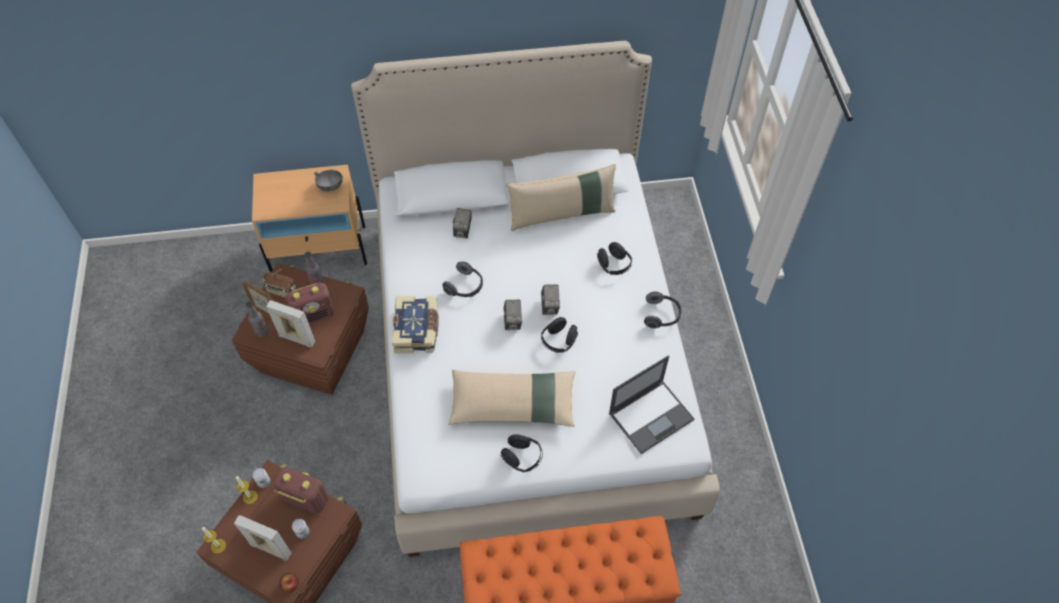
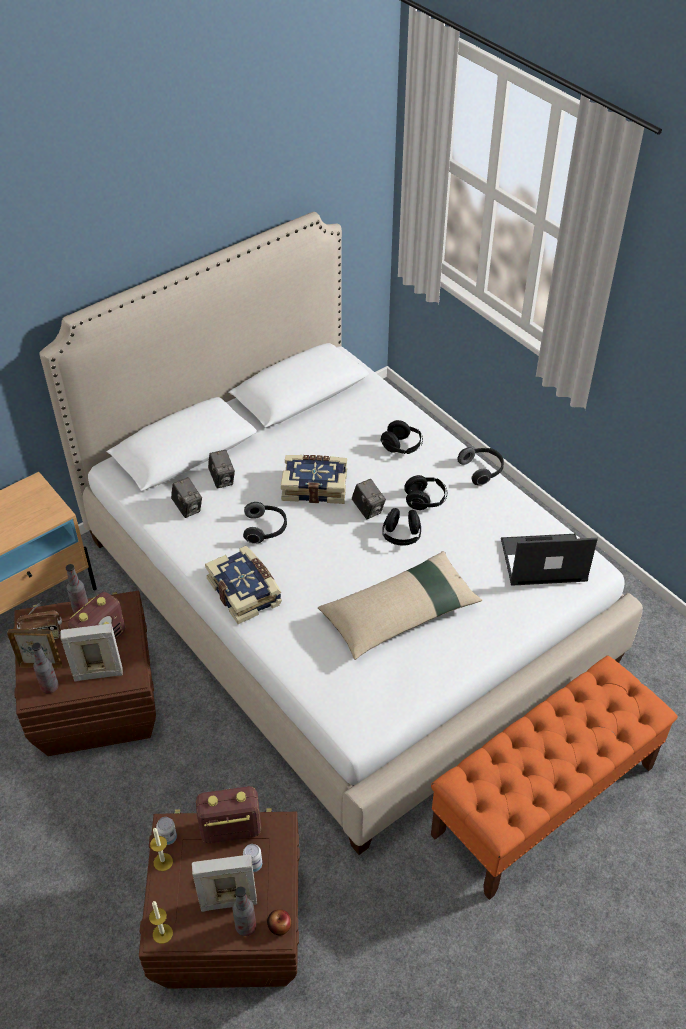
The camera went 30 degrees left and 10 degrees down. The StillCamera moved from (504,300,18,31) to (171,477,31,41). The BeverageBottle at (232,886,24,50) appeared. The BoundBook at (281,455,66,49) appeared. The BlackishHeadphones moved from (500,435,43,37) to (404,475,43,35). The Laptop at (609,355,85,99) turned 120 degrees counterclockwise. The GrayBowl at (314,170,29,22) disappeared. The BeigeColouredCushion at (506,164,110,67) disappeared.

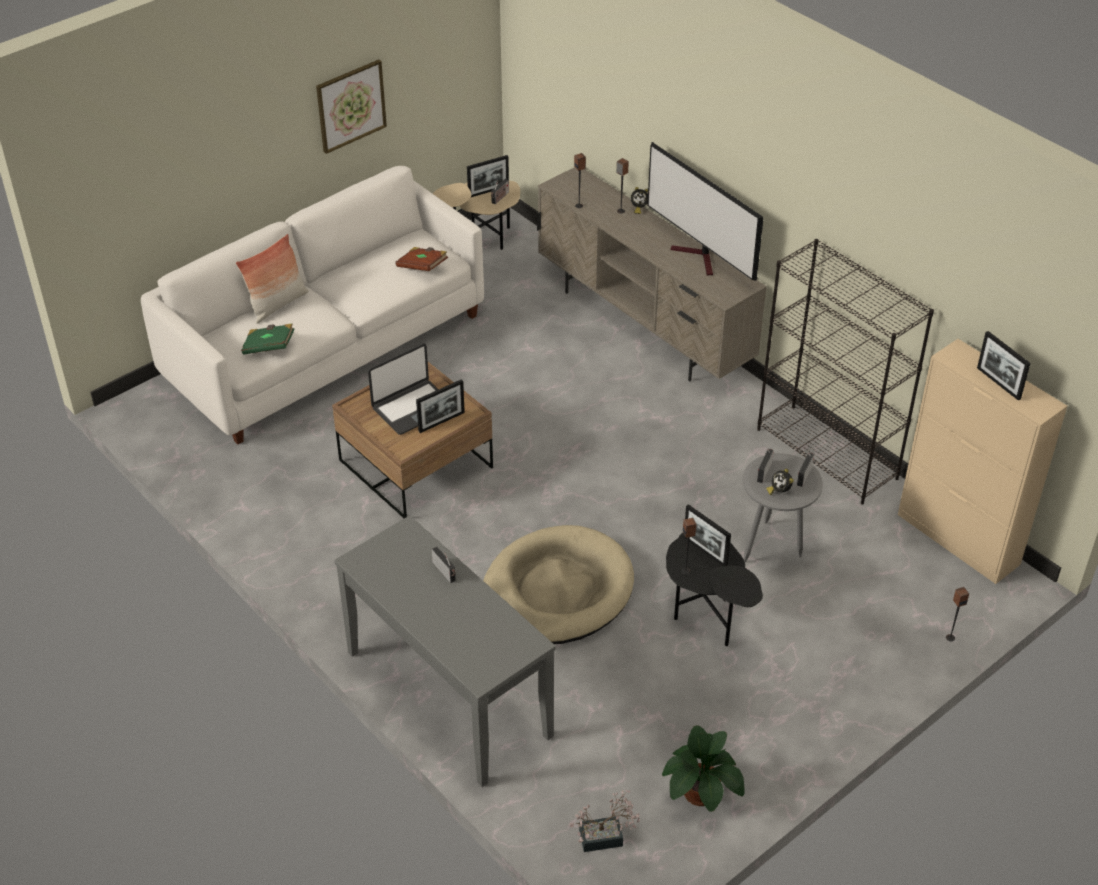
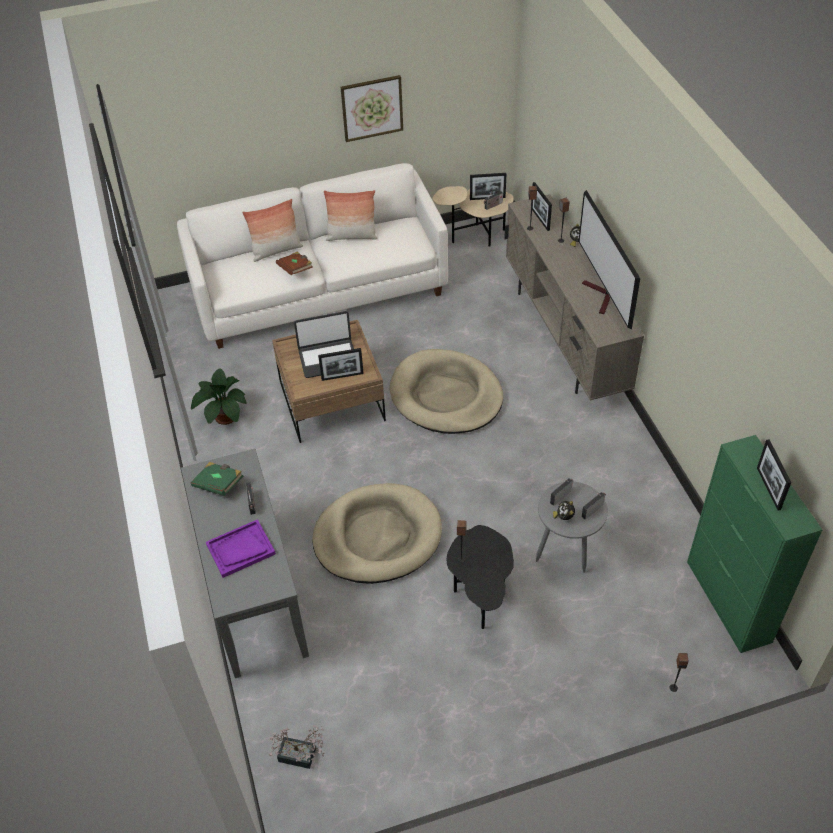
The camera went 25 degrees right and 5 degrees up. The PlantInAPot moved from (662,725,83,87) to (191,368,56,57). The GreenColouredBoundBook moved from (241,323,54,31) to (191,462,52,34). The PurplishServingTray at (206,519,70,59) appeared. The BrownColouredBoundBook moved from (395,247,53,24) to (276,252,37,23). The Cushion at (324,190,54,51) appeared. The BeigeColouredDogBed at (390,349,113,85) appeared. The PictureFrame moved from (684,504,47,62) to (532,182,20,49). The BeigeColouredCabinet at (898,339,169,245) became the GreenColouredCabinet at (687,435,135,218). The BlackishShelvingUnit at (757,239,177,266) disappeared.

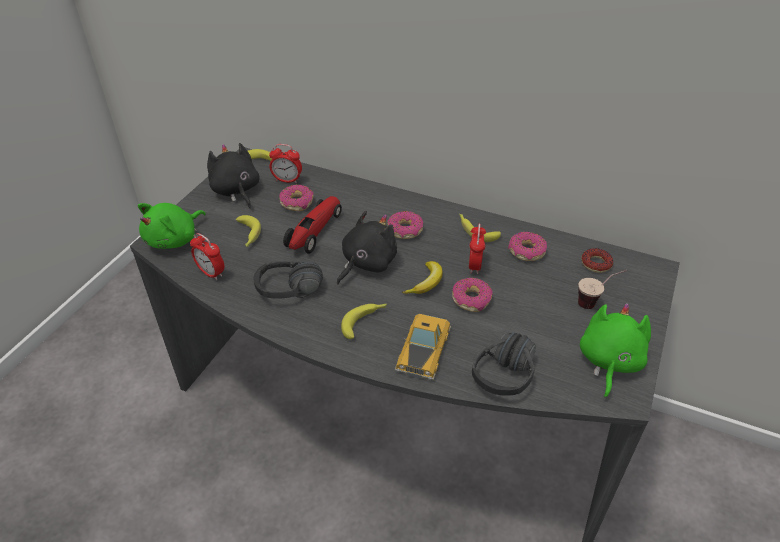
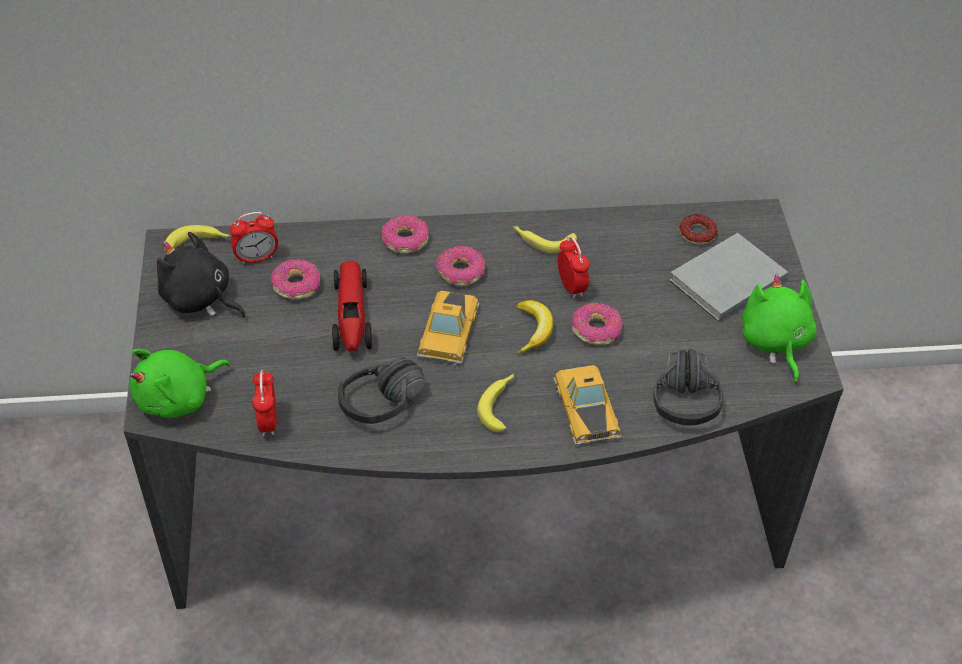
The camera went 30 degrees left and 5 degrees up. The GreenColouredSoftToy at (138,203,67,46) turned 45 degrees clockwise. The BedsideClock at (190,233,34,47) turned 75 degrees clockwise. The Donut moved from (508,232,39,29) to (382,215,47,39). The BlackishSoftToy at (337,211,60,73) was replaced by the ModelCar at (417,290,63,76). The DrinkingCup at (578,270,49,39) was replaced by the GrayBoundBook at (669,233,119,89). The WholeBanana at (236,215,25,32) disappeared.

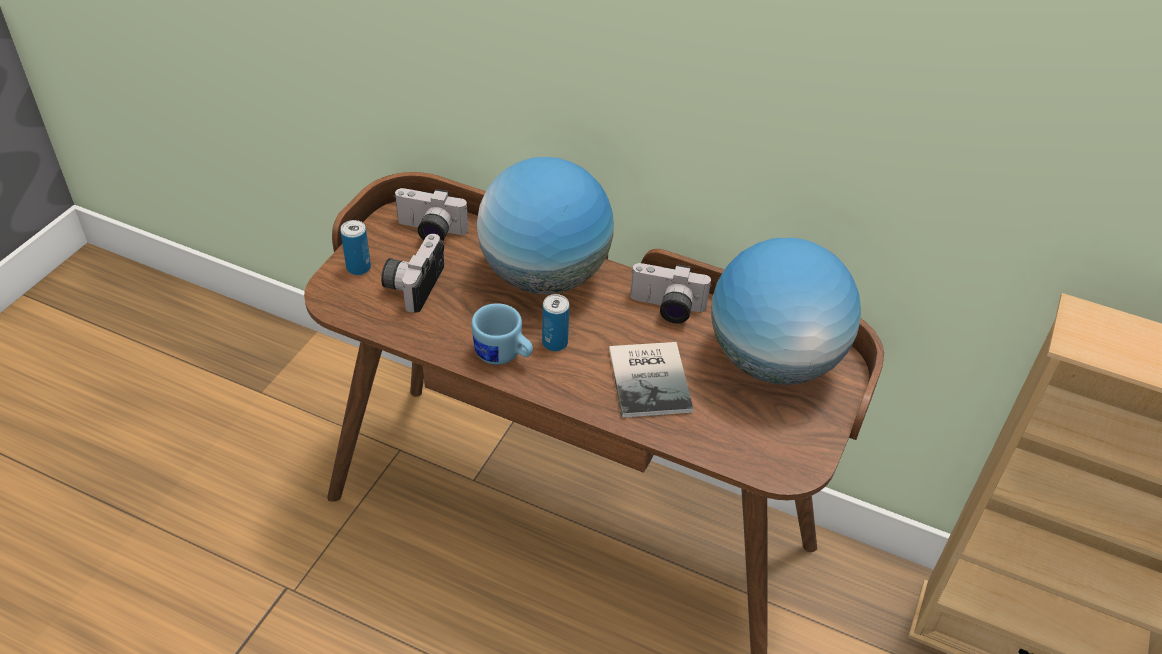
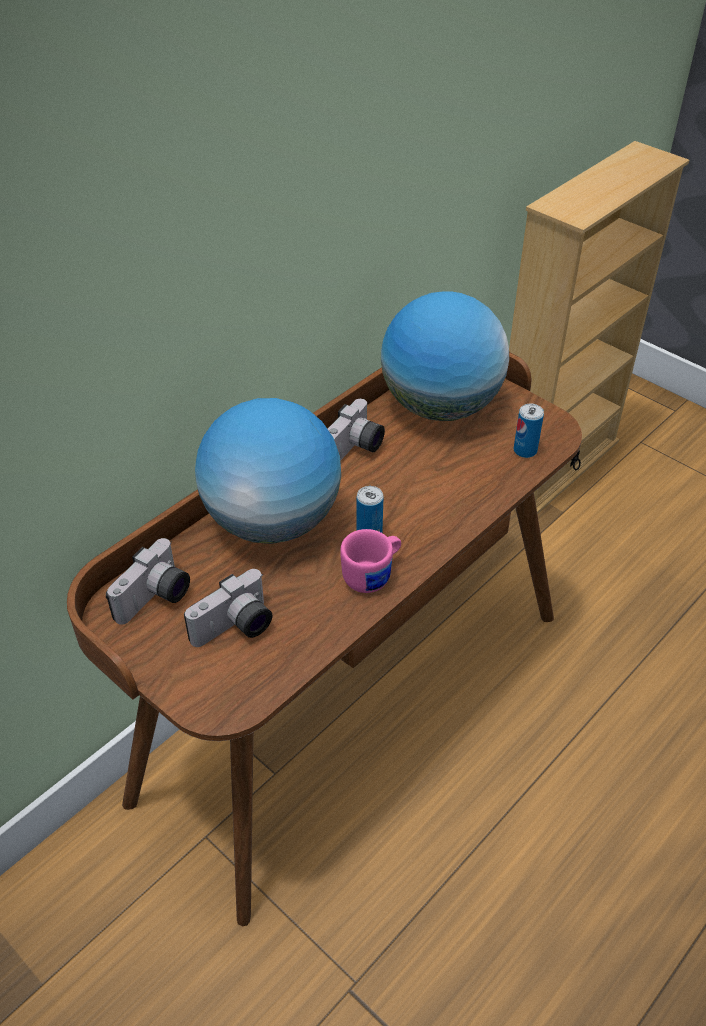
The camera went 70 degrees left and 0 degrees up. The StillCamera at (381,234,63,79) turned 75 degrees counterclockwise. The BlueColouredCoffeeMug at (471,303,62,62) became the PinkColouredCoffeeMug at (340,529,61,64). The SealedCan moved from (340,220,31,55) to (514,404,30,54). The BoundBook at (609,342,84,76) disappeared.

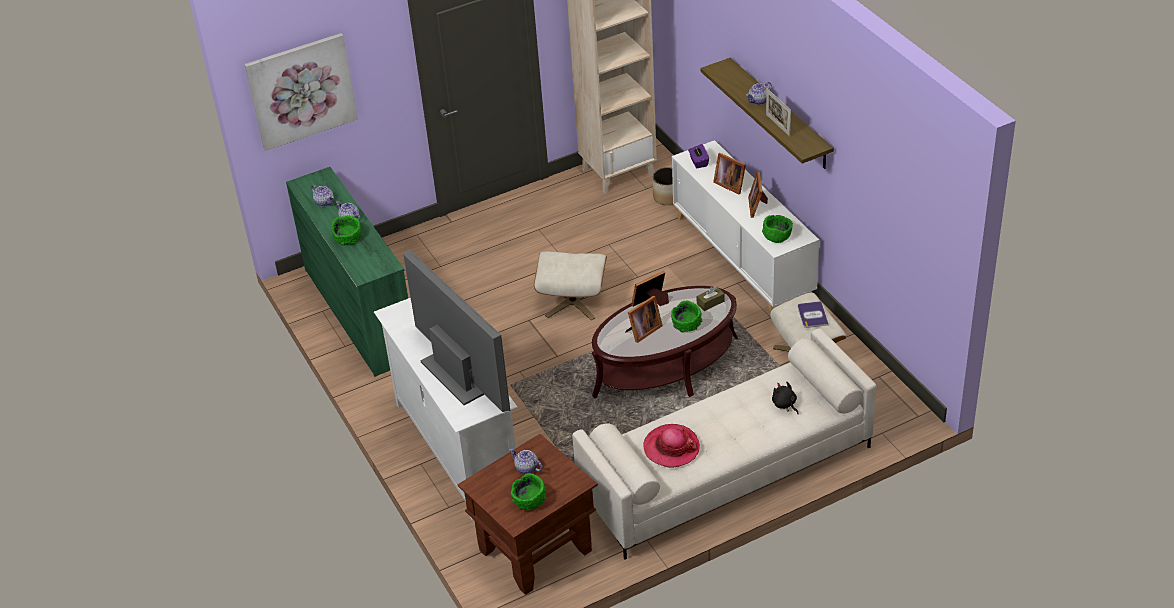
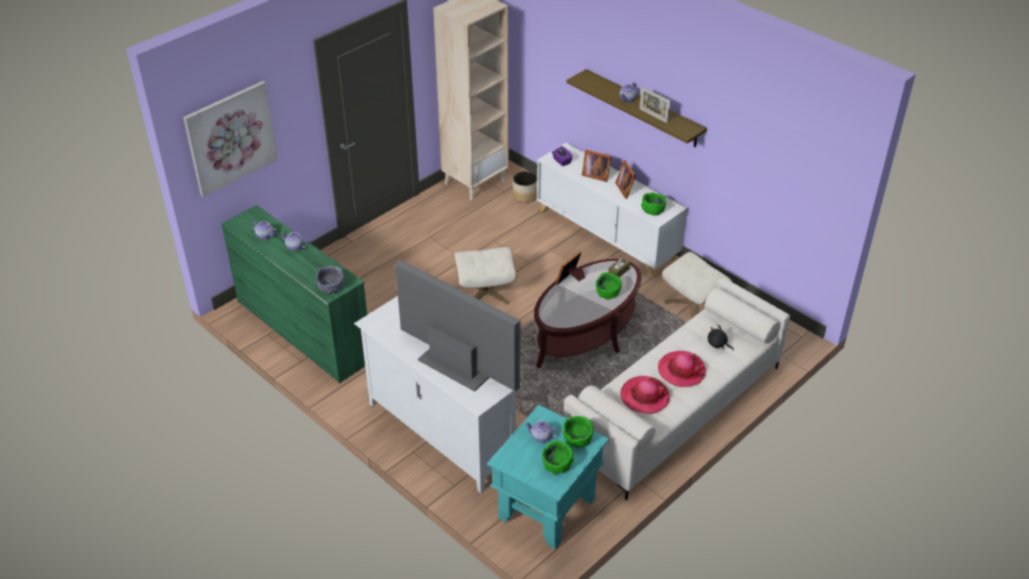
The camera went 20 degrees left and 0 degrees up. The GrayBowl at (316,266,28,28) appeared. The BrownColouredSideTable at (457,434,141,161) became the BlueGreenSideTable at (487,405,122,144). The GreenColouredBowl moved from (331,216,30,30) to (563,416,30,32). The WearableHat at (658,351,48,36) appeared. The PictureFrame at (625,296,38,47) disappeared. The BoundBook at (798,301,31,27) disappeared.

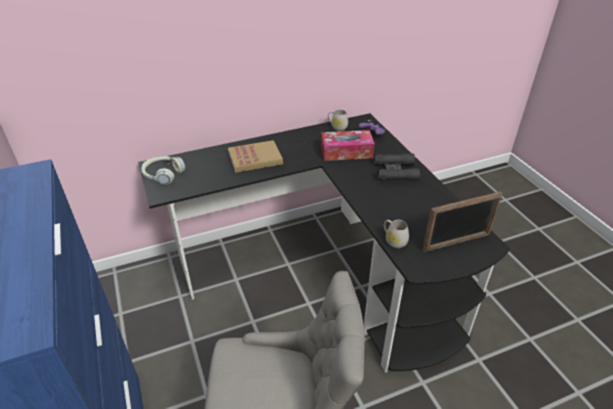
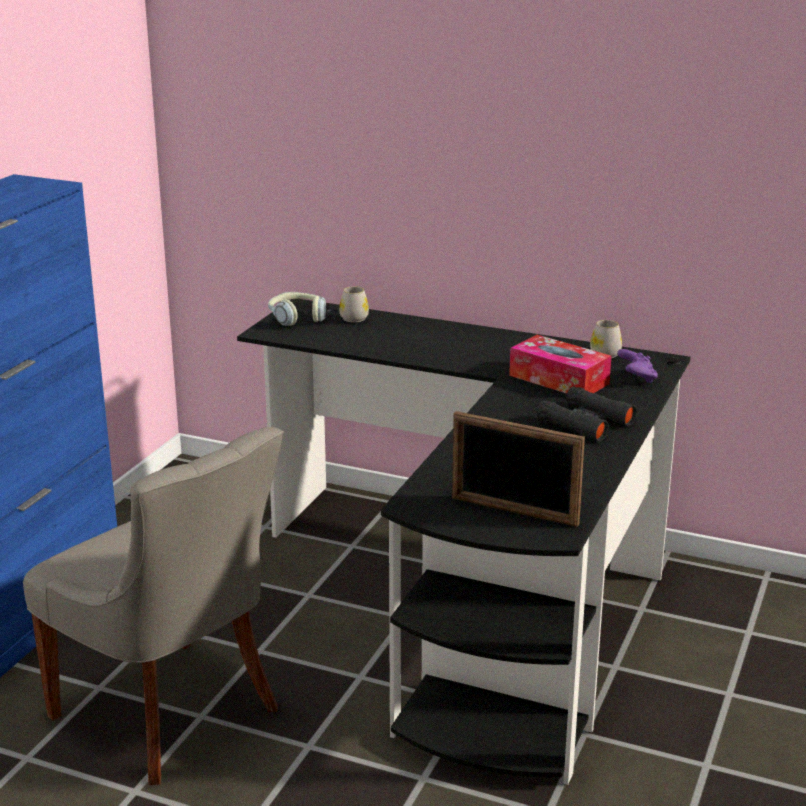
The camera went 45 degrees right and 15 degrees down. The WhiteCoffeeMug moved from (384,220,25,28) to (339,286,30,36). The BoundBook at (228,140,55,33) disappeared.

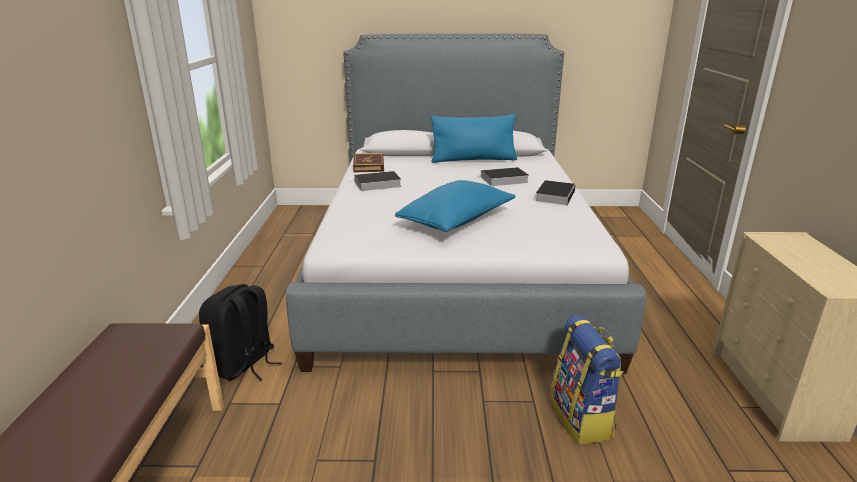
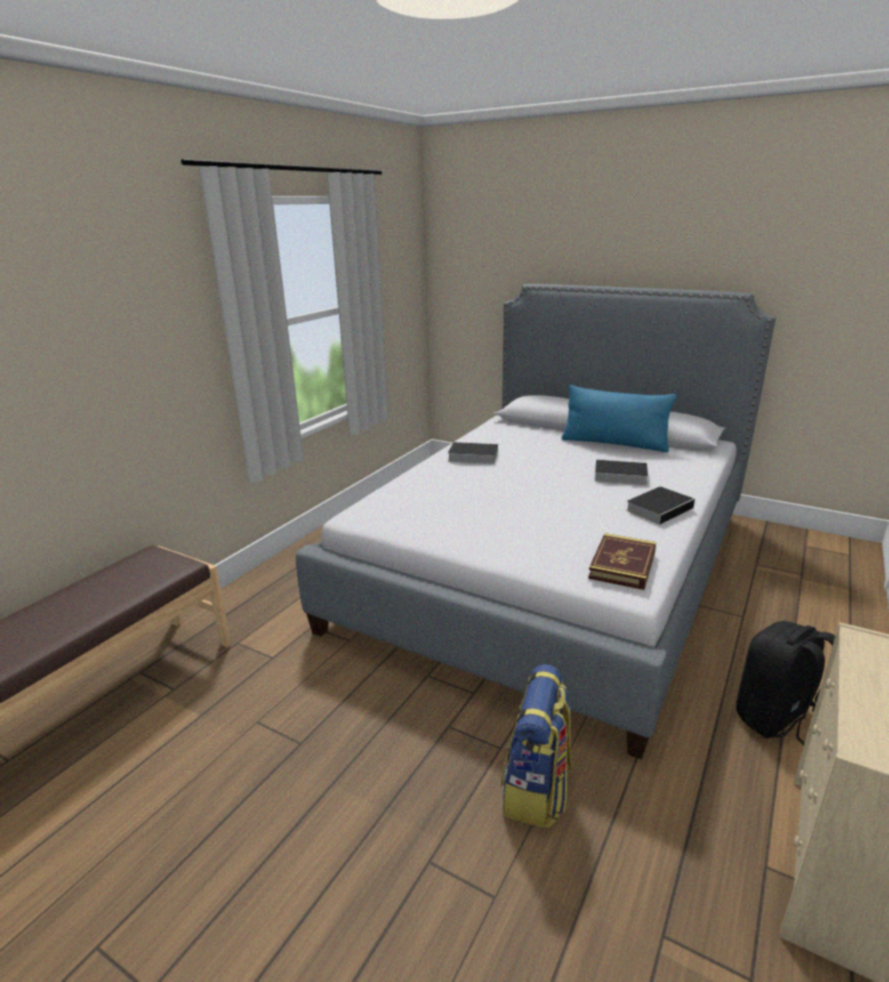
The camera went 30 degrees right and 0 degrees up. The BoundBook moved from (353,153,31,20) to (588,533,68,57). The BlackishRucksack moved from (199,284,83,97) to (736,621,99,125). The BlueColouredCushion at (395,180,121,52) disappeared.

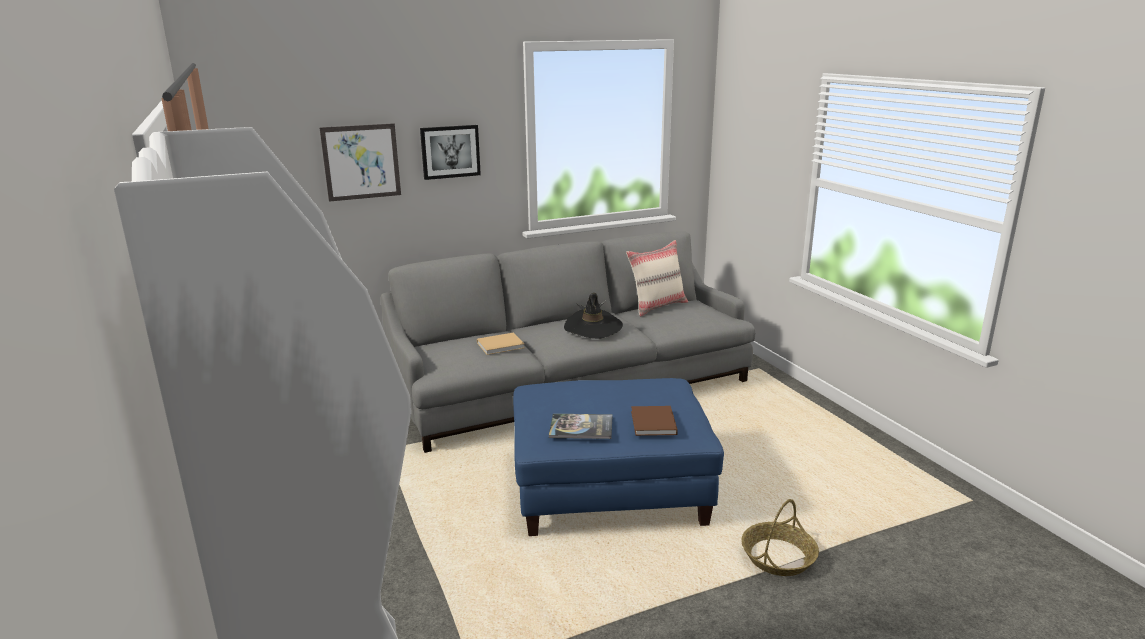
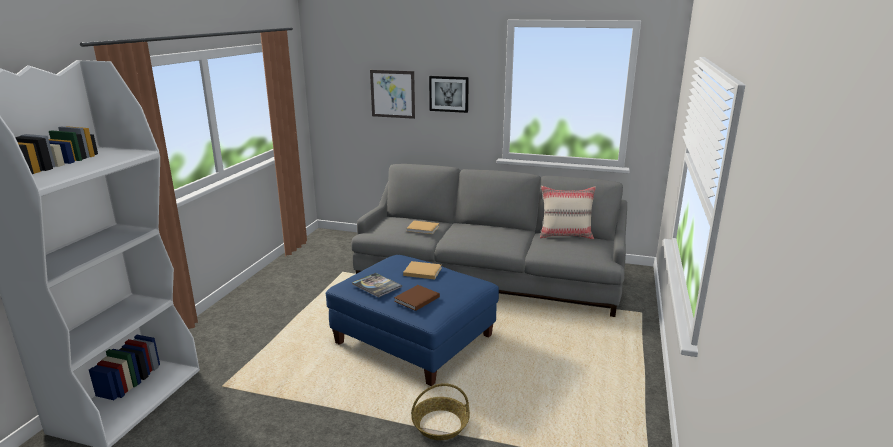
The camera went 40 degrees right and 0 degrees up. The BeigeColouredBoundBook at (403,261,39,19) appeared. The BlackishWearableHat at (564,293,59,46) disappeared.

